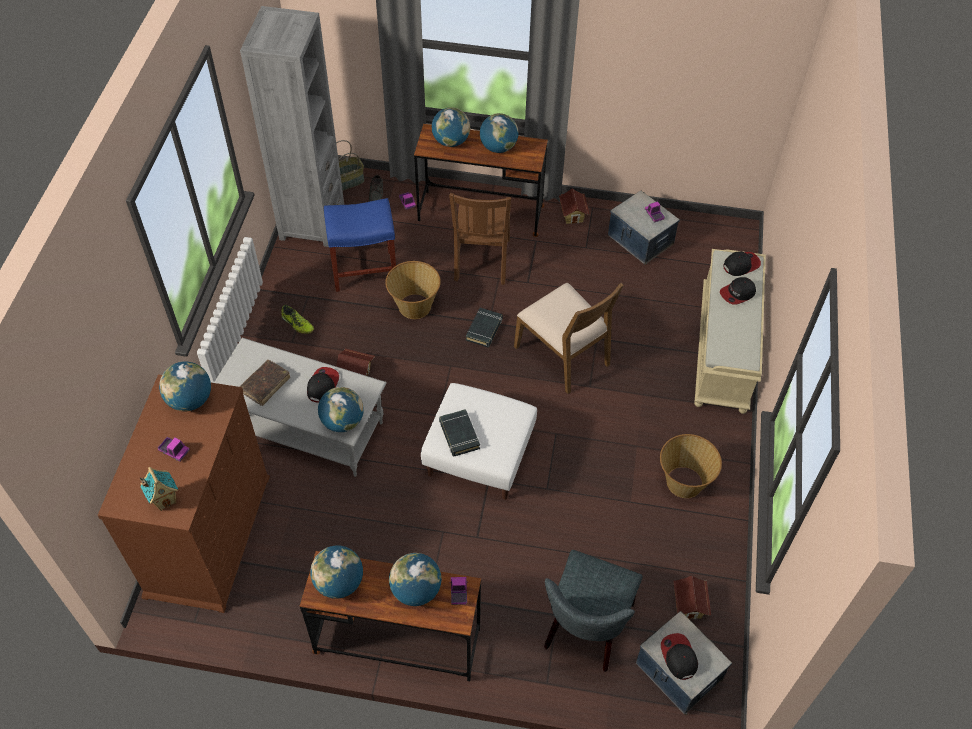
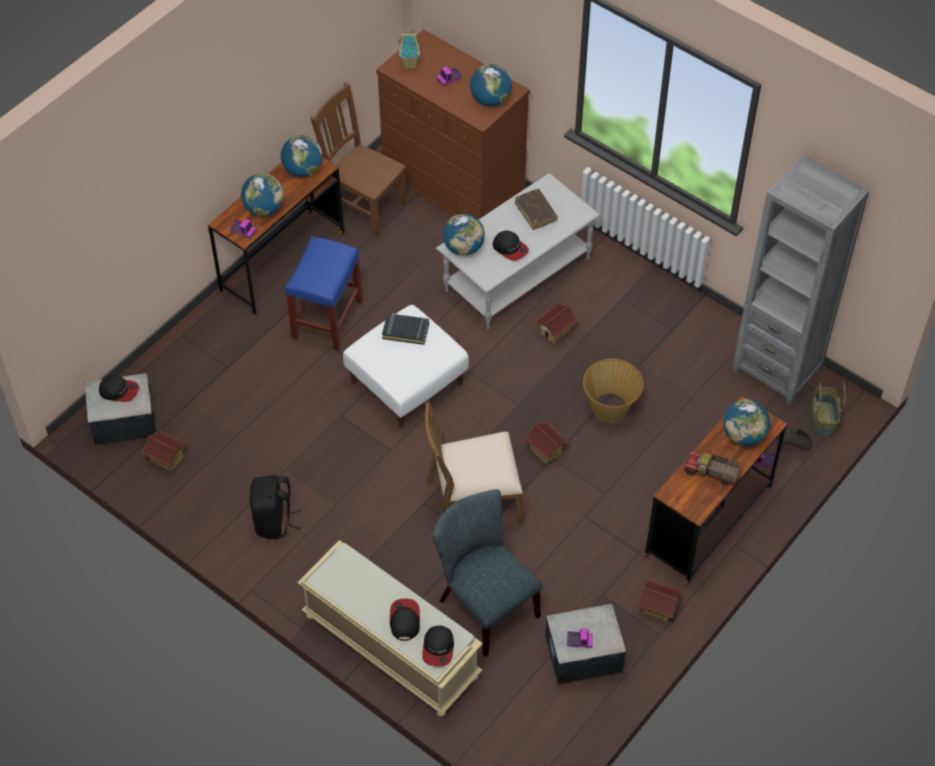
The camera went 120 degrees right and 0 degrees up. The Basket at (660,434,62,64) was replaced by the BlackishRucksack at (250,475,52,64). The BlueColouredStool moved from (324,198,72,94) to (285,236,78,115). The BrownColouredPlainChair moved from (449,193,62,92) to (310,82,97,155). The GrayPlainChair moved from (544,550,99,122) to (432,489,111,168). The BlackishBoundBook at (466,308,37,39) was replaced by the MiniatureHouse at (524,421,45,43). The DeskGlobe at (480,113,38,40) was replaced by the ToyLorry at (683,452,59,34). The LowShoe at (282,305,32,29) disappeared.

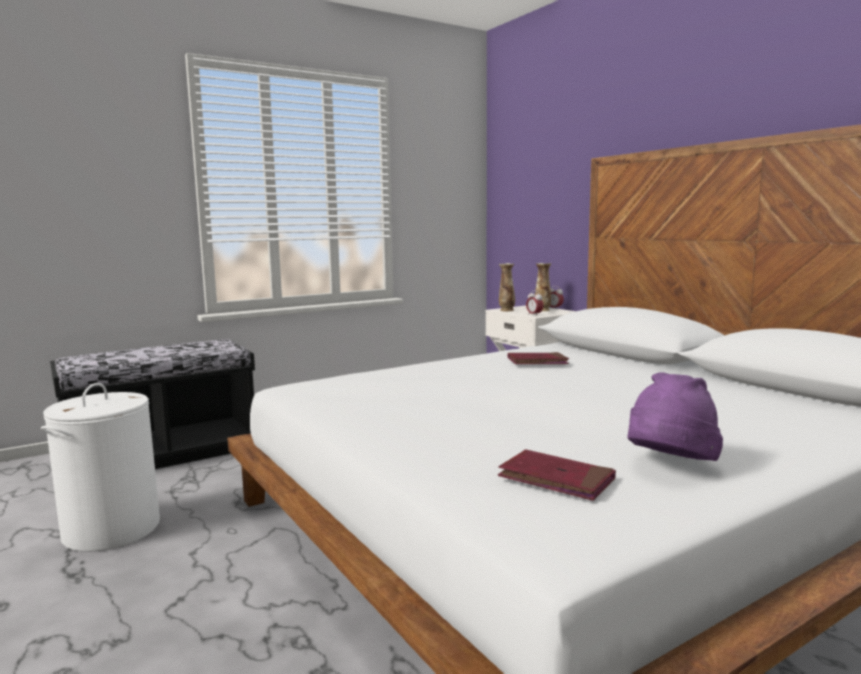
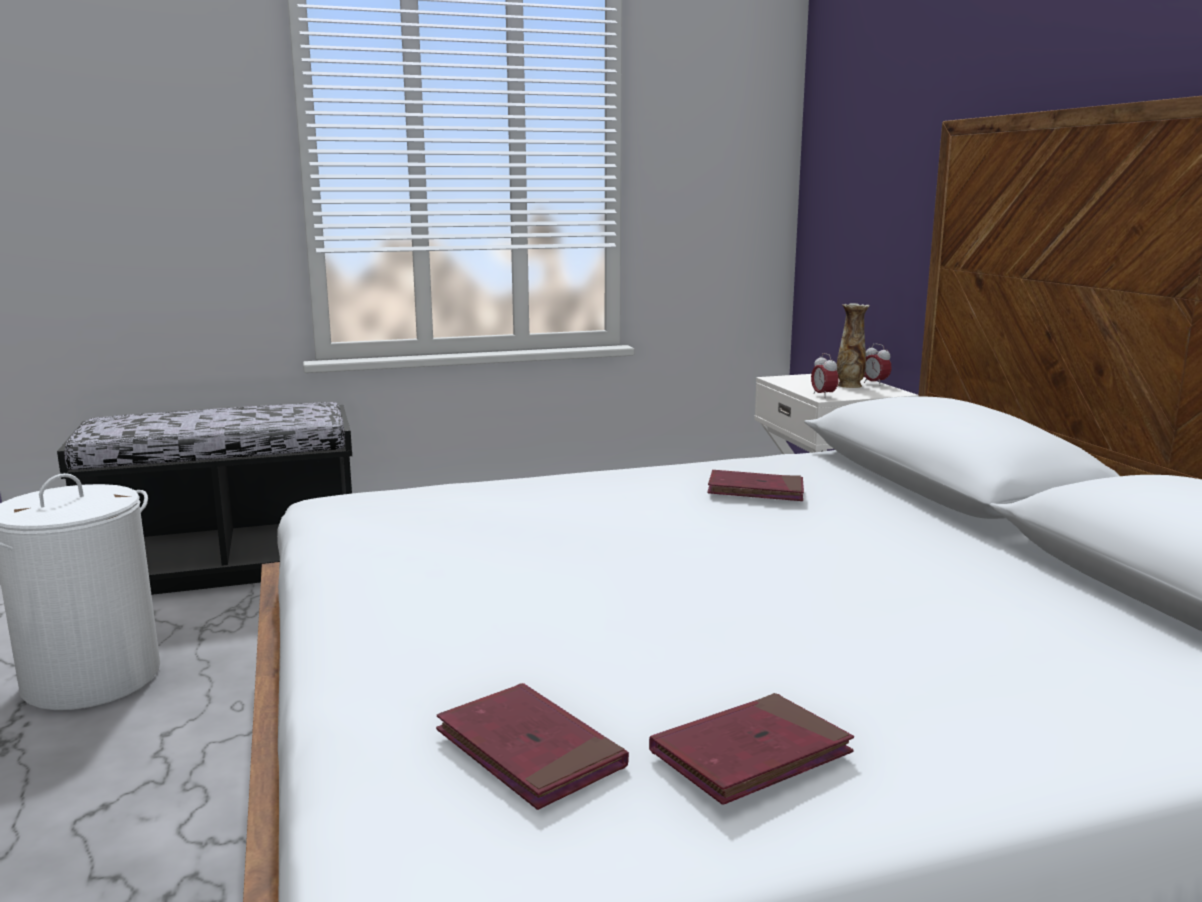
The camera went 15 degrees right and 5 degrees up. The PurplishWearableHat at (628,372,95,89) was replaced by the RedColouredBoundBook at (649,693,205,112). The DecorativeVase at (499,263,16,48) disappeared.

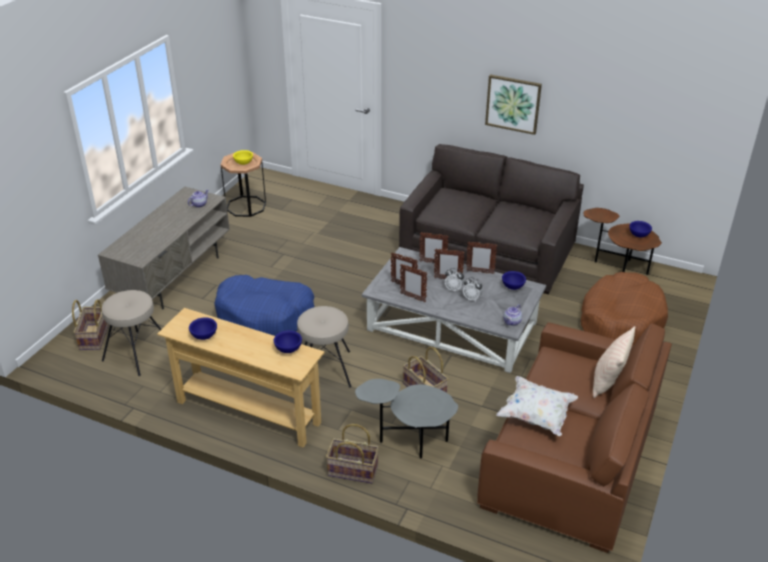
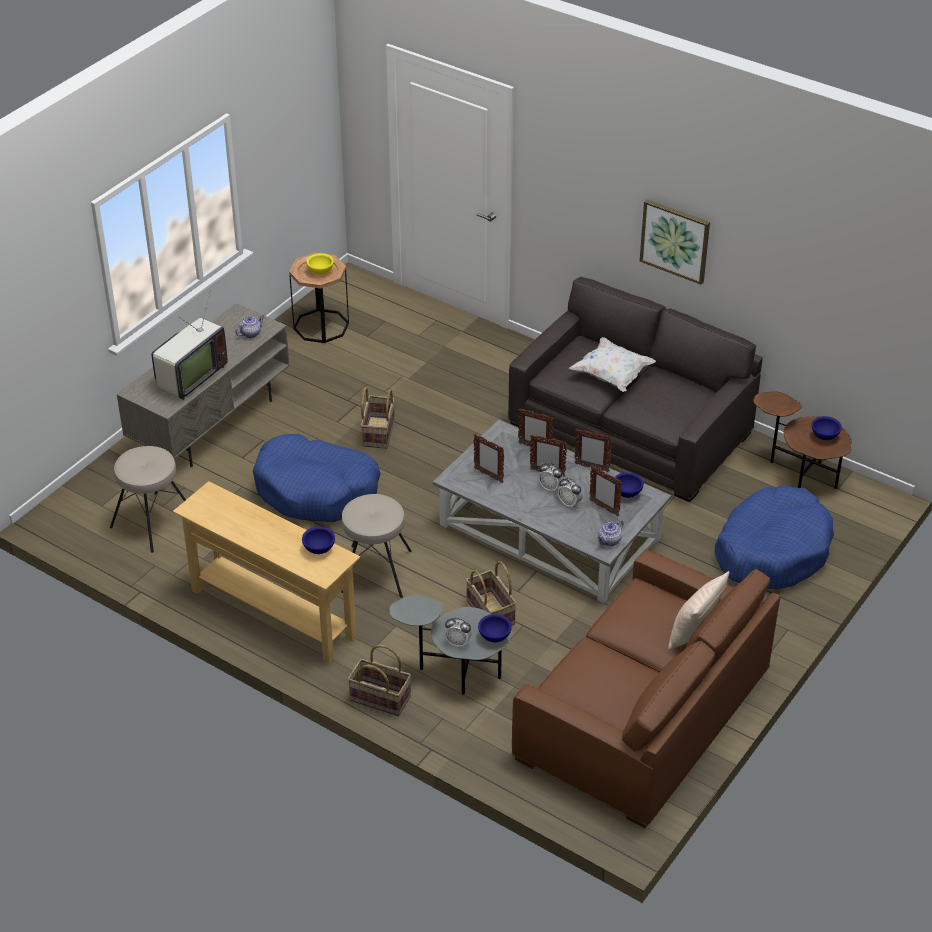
The camera went 10 degrees right and 5 degrees up. The Television at (151,290,77,110) appeared. The Basket moved from (72,300,37,50) to (361,387,34,62). The BedsideClock at (445,617,27,31) appeared. The BlueColouredBowl moved from (189,317,28,23) to (478,614,34,29). The WhiteCushion moved from (496,376,82,60) to (569,337,87,55). The PictureFrame moved from (400,264,27,39) to (590,466,32,51). The BrownColouredDogBed at (581,272,87,73) became the BlueColouredDogBed at (715,485,119,104).

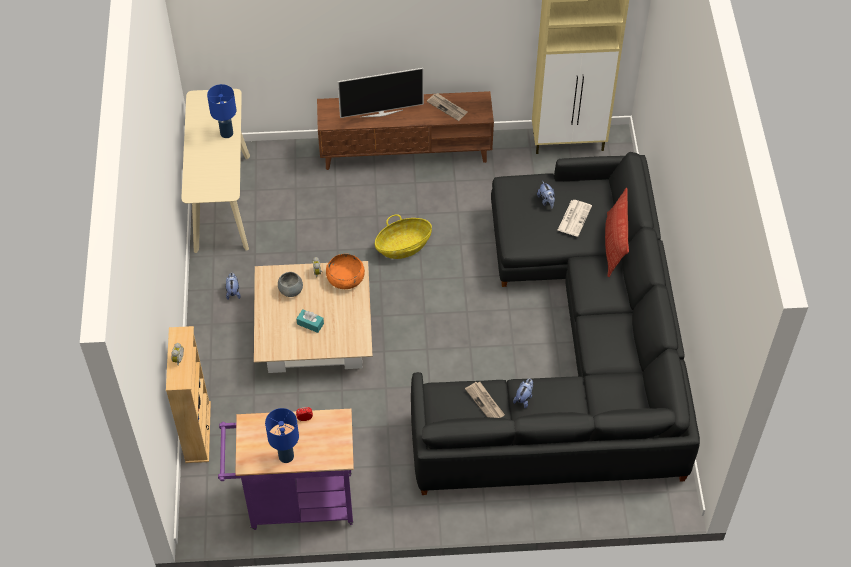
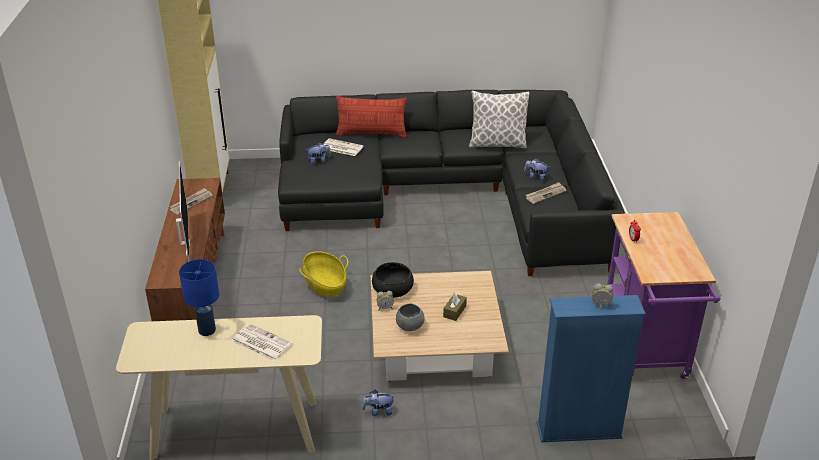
The camera went 90 degrees left and 20 degrees down. The PrintedPaper at (231,323,62,38) appeared. The OrangeBowl at (326,254,39,35) became the BlackishBowl at (372,262,42,36). The BlueGreenTissueHolder at (296,309,28,24) became the BrownColouredTissueHolder at (443,293,24,28). The Cushion at (469,91,61,58) appeared. The BeigeColouredShelvingUnit at (166,326,45,137) became the BlueColouredShelvingUnit at (537,295,109,147). The BlueColouredTabletopLamp at (265,408,34,55) disappeared.

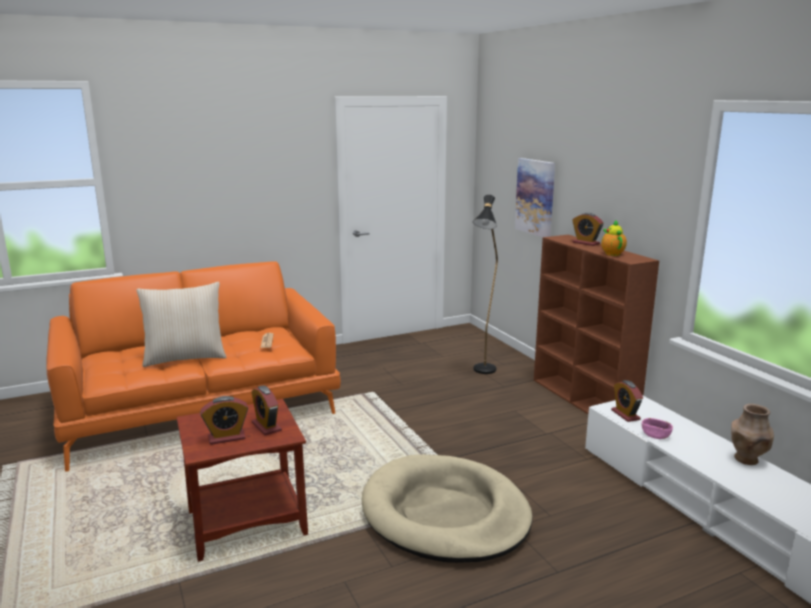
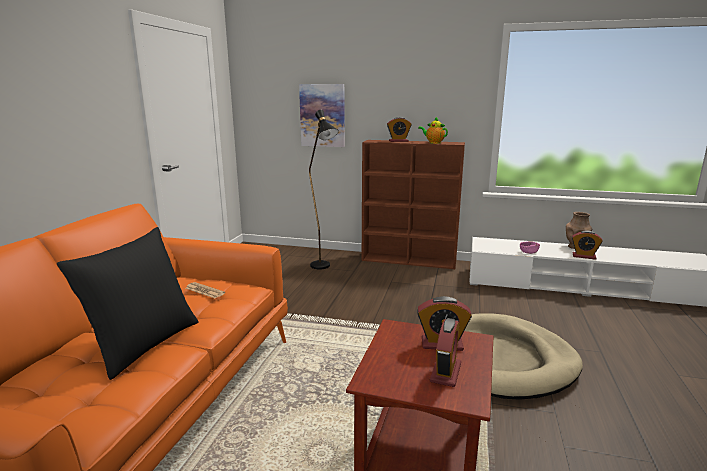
The camera went 50 degrees left and 0 degrees up. The BeigeColouredCushion at (136,282,91,85) became the BlackishCushion at (57,227,142,153). The BedsideClock moved from (611,380,32,42) to (572,231,31,29).

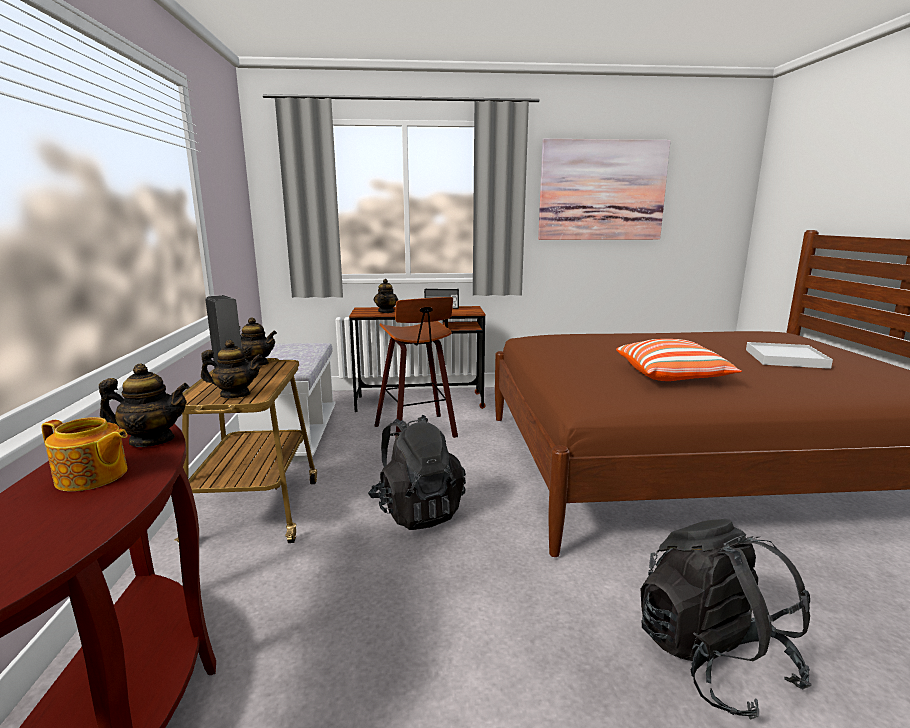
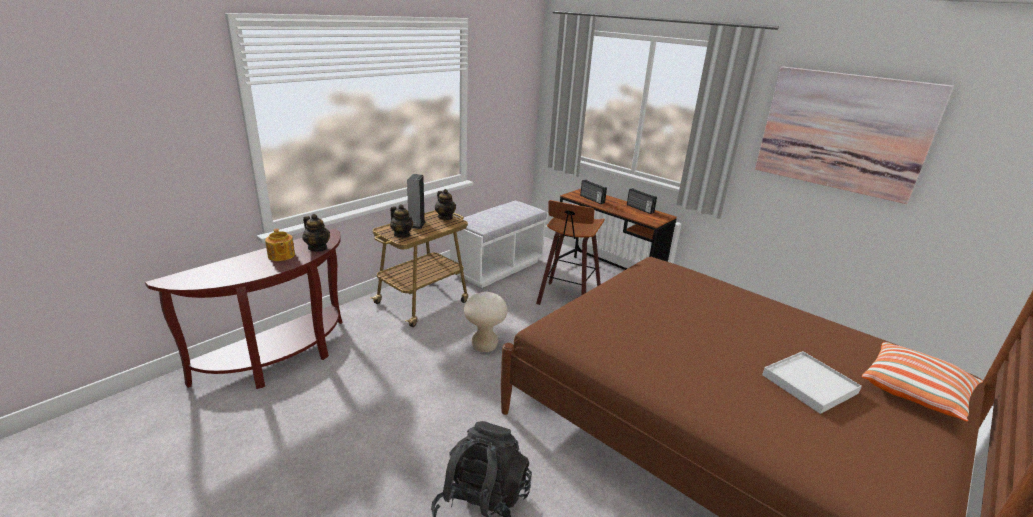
The camera went 45 degrees right and 10 degrees up. The BlackishRucksack at (368,415,98,115) was replaced by the BeigeColouredStool at (464,292,44,60). The TeaPot at (374,279,24,34) was replaced by the Radio at (580,180,27,24). The Cushion moved from (616,339,126,42) to (862,342,121,80).

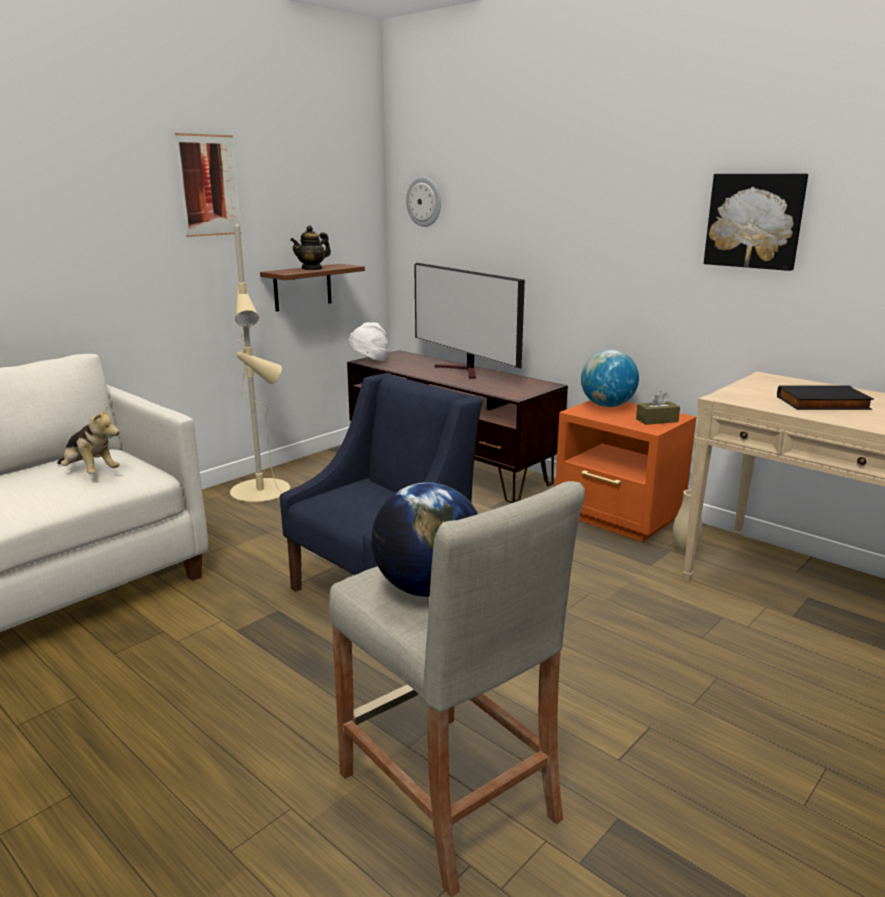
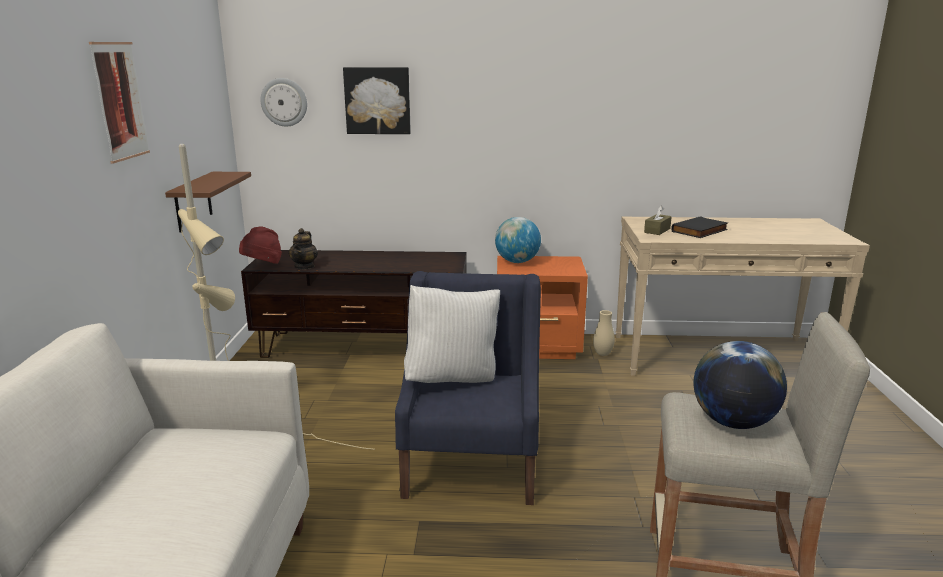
The camera went 40 degrees left and 0 degrees up. The WhiteWearableHat at (348,322,41,39) became the RedColouredWearableHat at (239,226,43,38). The TeaPot moved from (290,226,41,44) to (288,228,30,42). The WallPicture moved from (704,174,104,97) to (343,67,68,67). The WhiteCushion at (404,285,96,98) appeared. The BrownColouredTissueHolder moved from (636,390,44,35) to (644,206,28,29). The SoftToy at (57,406,63,68) disappeared. The Television at (414,263,111,116) disappeared.

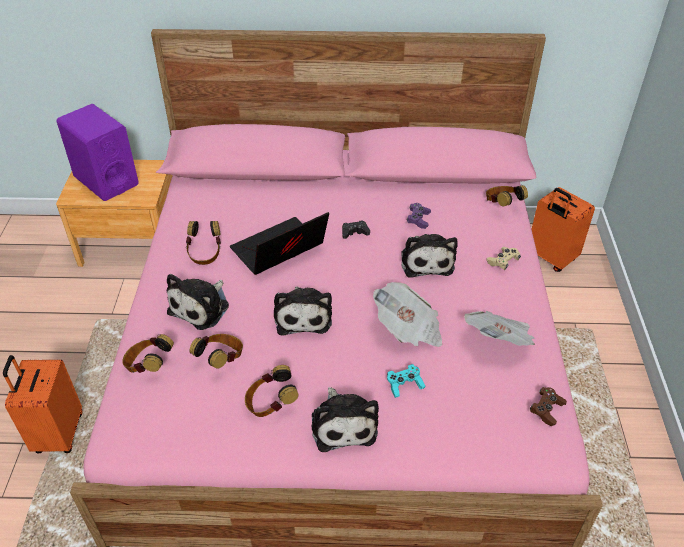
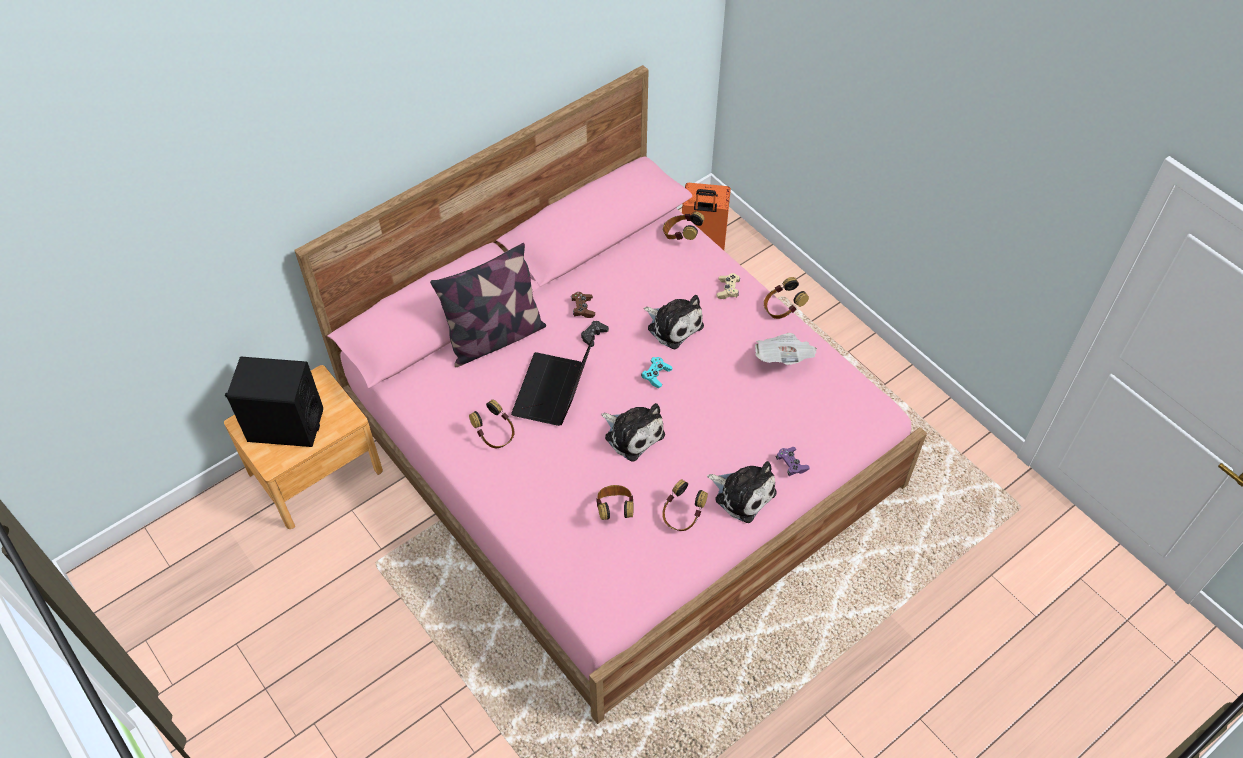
The camera went 40 degrees left and 10 degrees up. The PurplishLoudspeaker at (56,104,83,97) became the BlackishLoudspeaker at (225,357,98,90). The Cushion at (430,243,116,124) appeared. The BrownColouredJoypad moved from (530,387,37,39) to (571,292,24,26). The BlueGreenJoypad moved from (387,364,39,34) to (641,357,32,31). The Headphones moved from (122,334,52,39) to (764,277,45,42). The PurplishJoypad moved from (407,203,24,26) to (776,447,34,29). The OrangeTravelCase at (3,355,80,98) disappeared. The SoftToy at (167,274,62,56) disappeared. The PrintedPaper at (373,282,70,65) disappeared.

